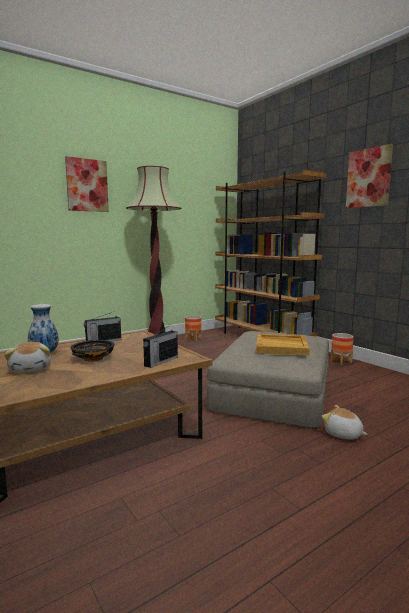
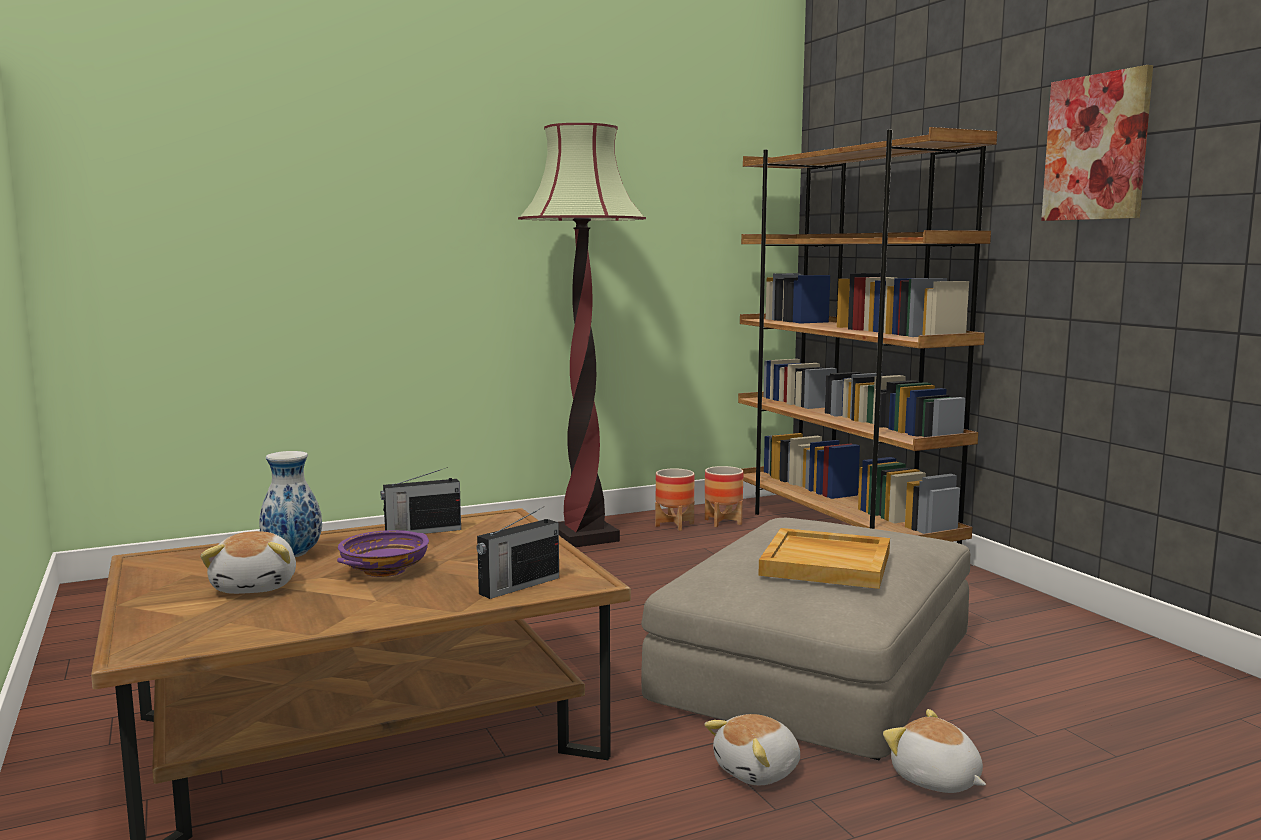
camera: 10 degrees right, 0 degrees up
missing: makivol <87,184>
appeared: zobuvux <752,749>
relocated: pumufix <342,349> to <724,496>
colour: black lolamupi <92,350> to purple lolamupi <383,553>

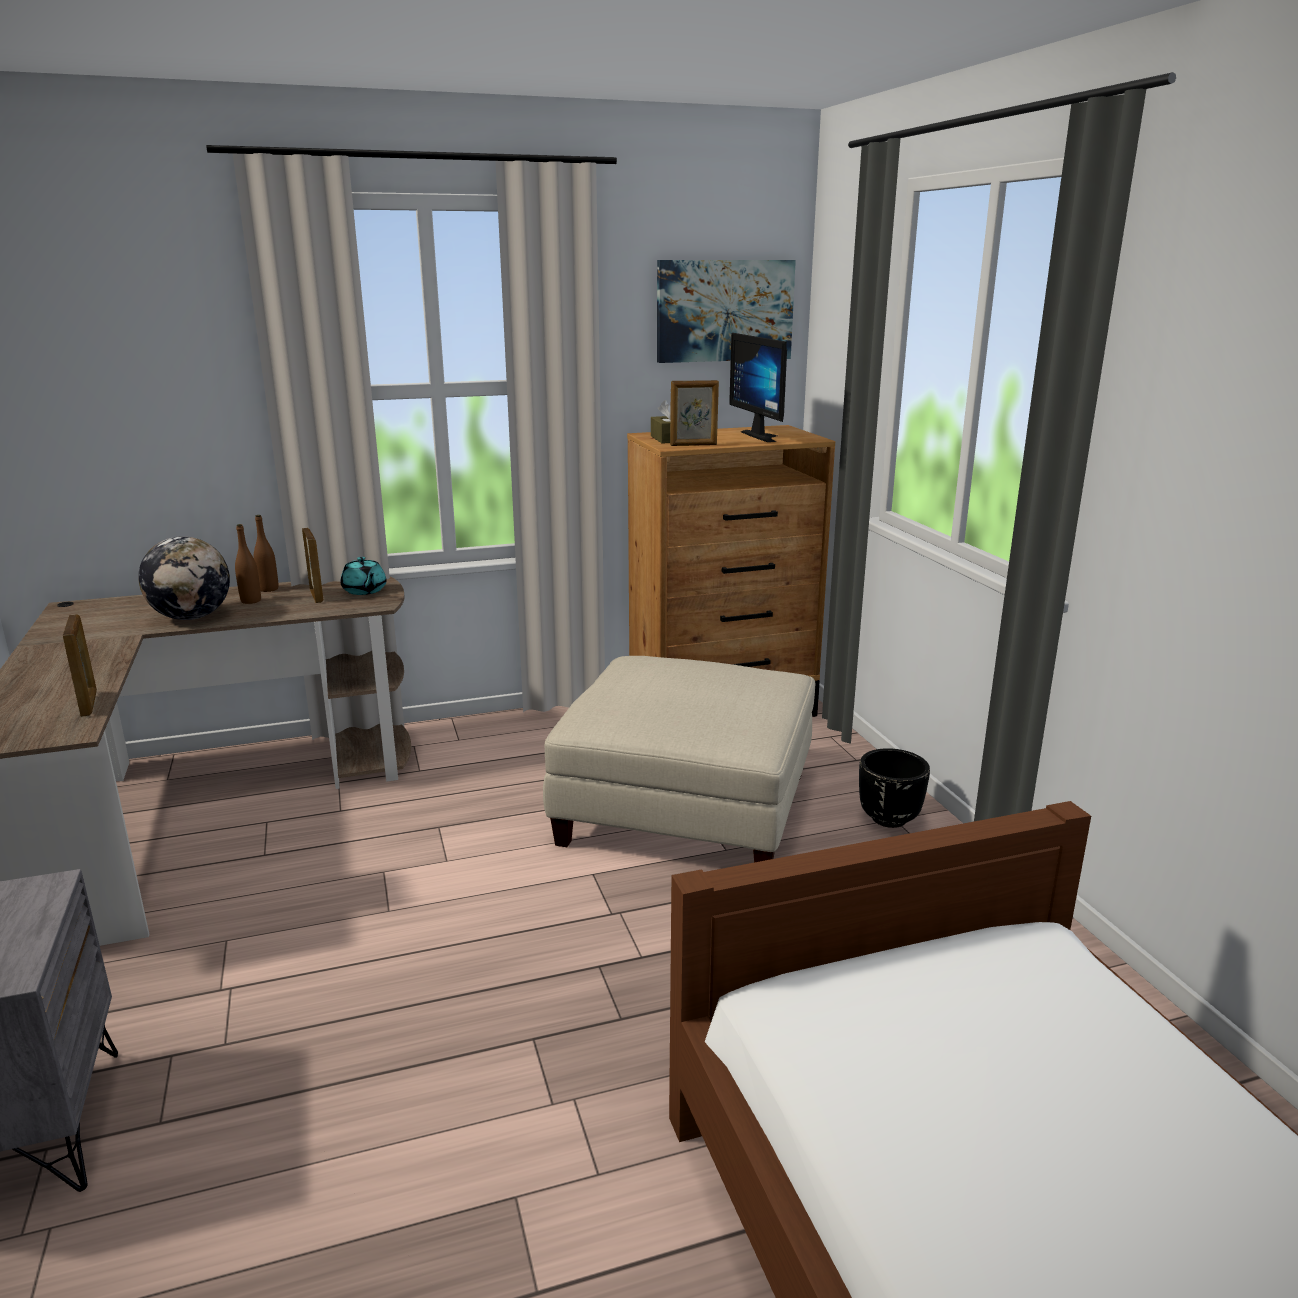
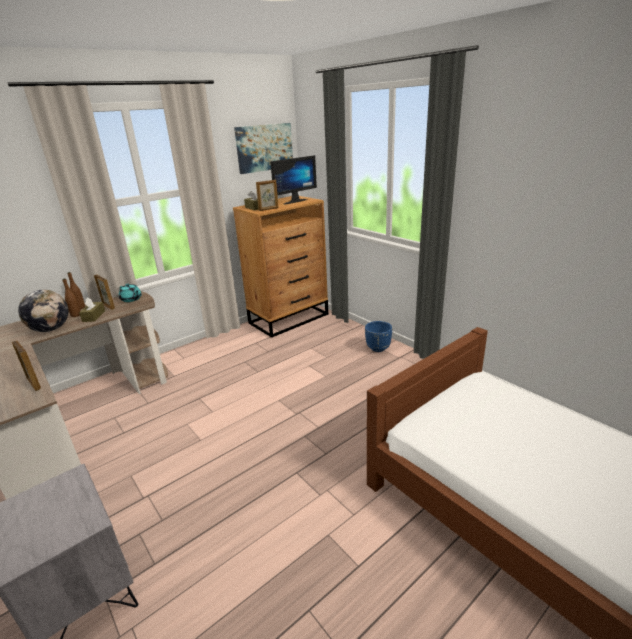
camera: 20 degrees left, 5 degrees up
missing: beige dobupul <679,759>
appeared: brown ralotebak <92,310>
colour: black pumufix <894,788> to blue pumufix <378,336>
spun: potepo <758,387> = <293,180> 90 degrees counterclockwise

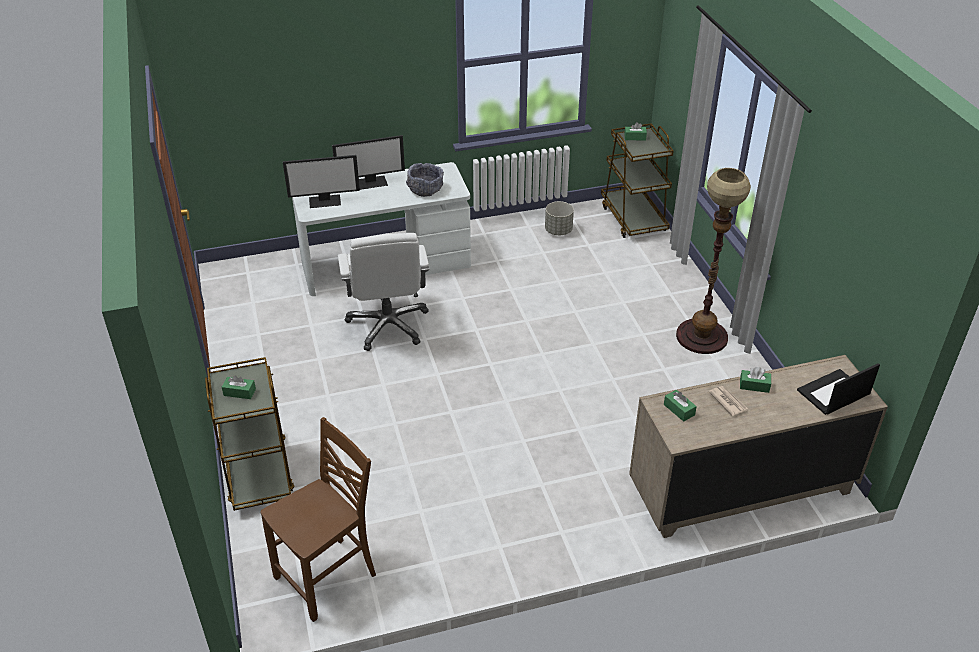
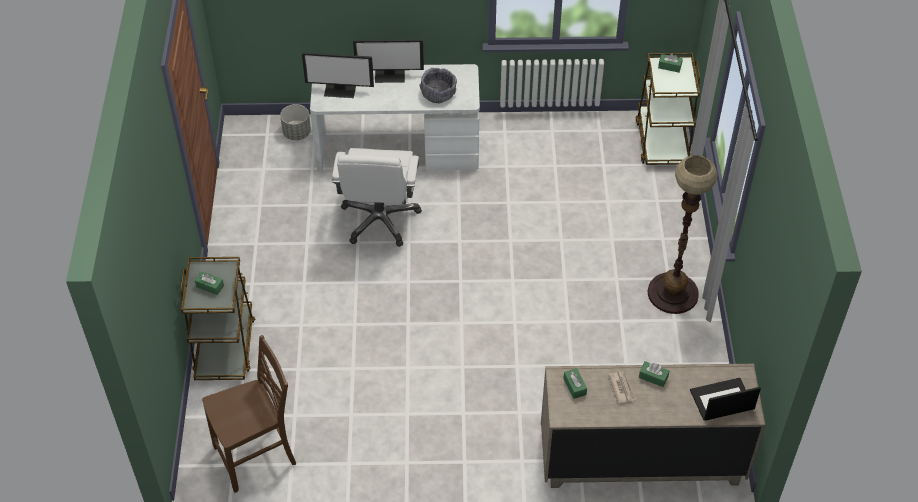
camera: 15 degrees right, 10 degrees up
relocated: grey pumufix <559,218> to <295,122>

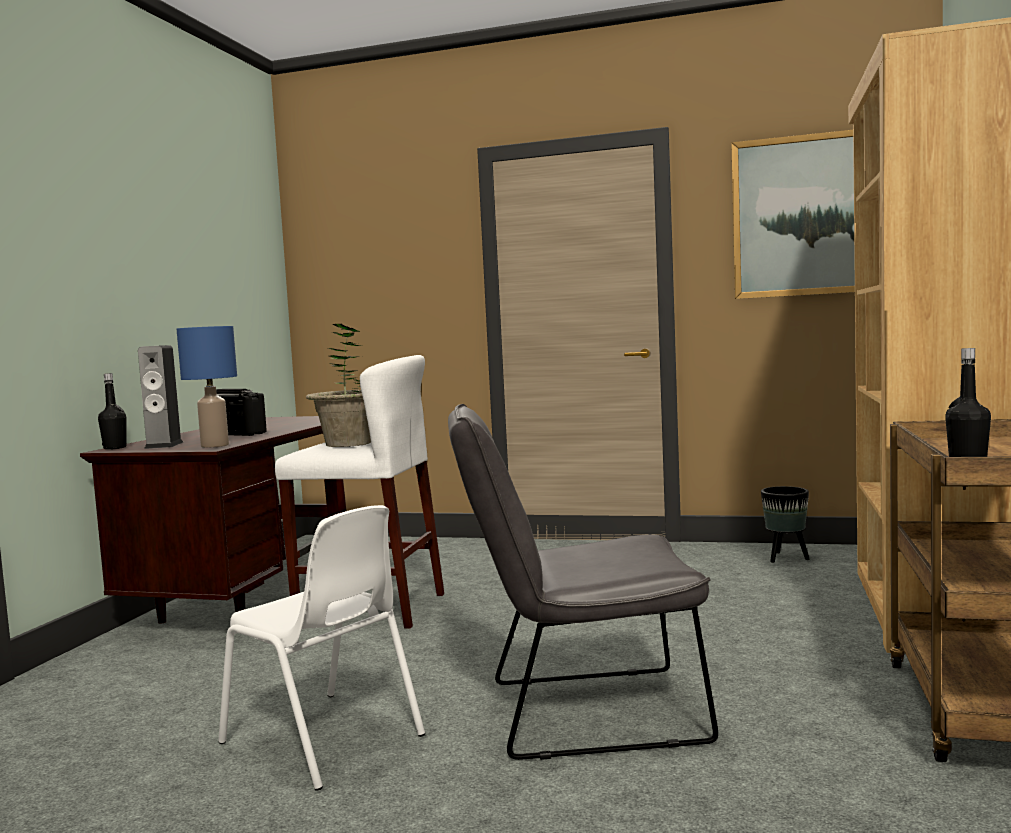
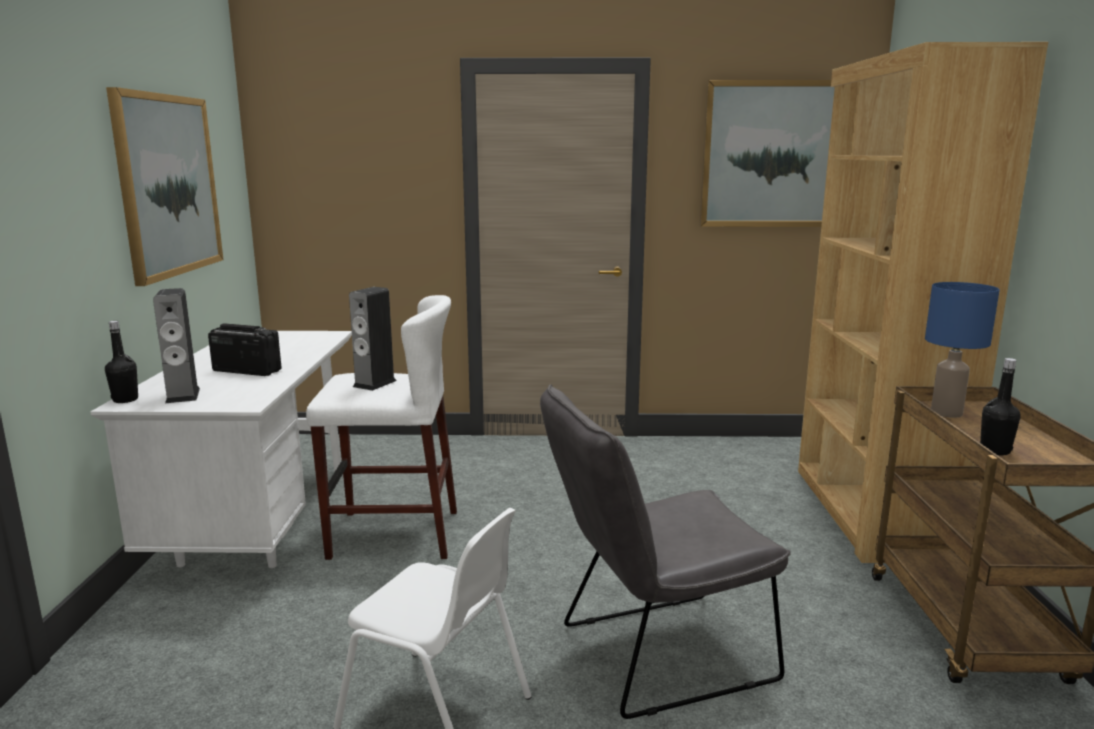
camera: 15 degrees left, 10 degrees up
missing: black pumufix <785,524>
appeared: makivol <164,186>
relocated: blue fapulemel <207,387> to <962,350>
exchanged: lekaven <338,385> to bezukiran <373,339>
colour: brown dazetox <213,520> to white dazetox <221,449>

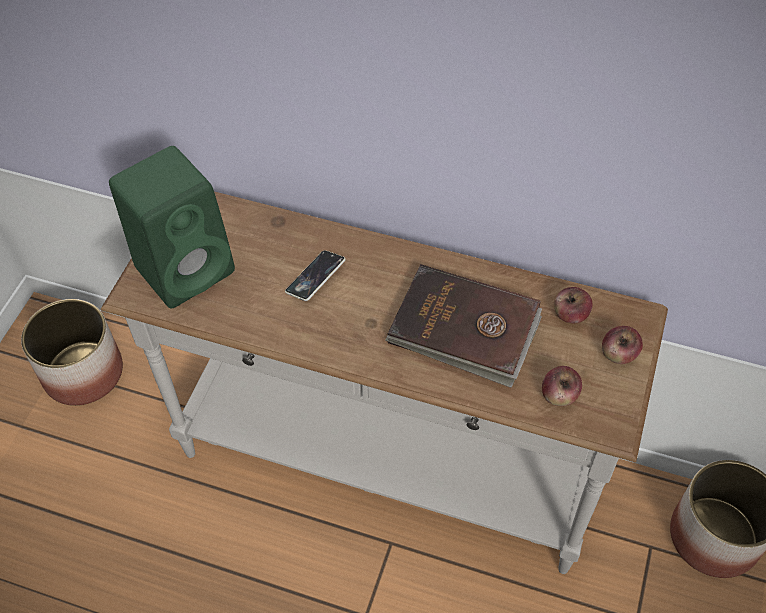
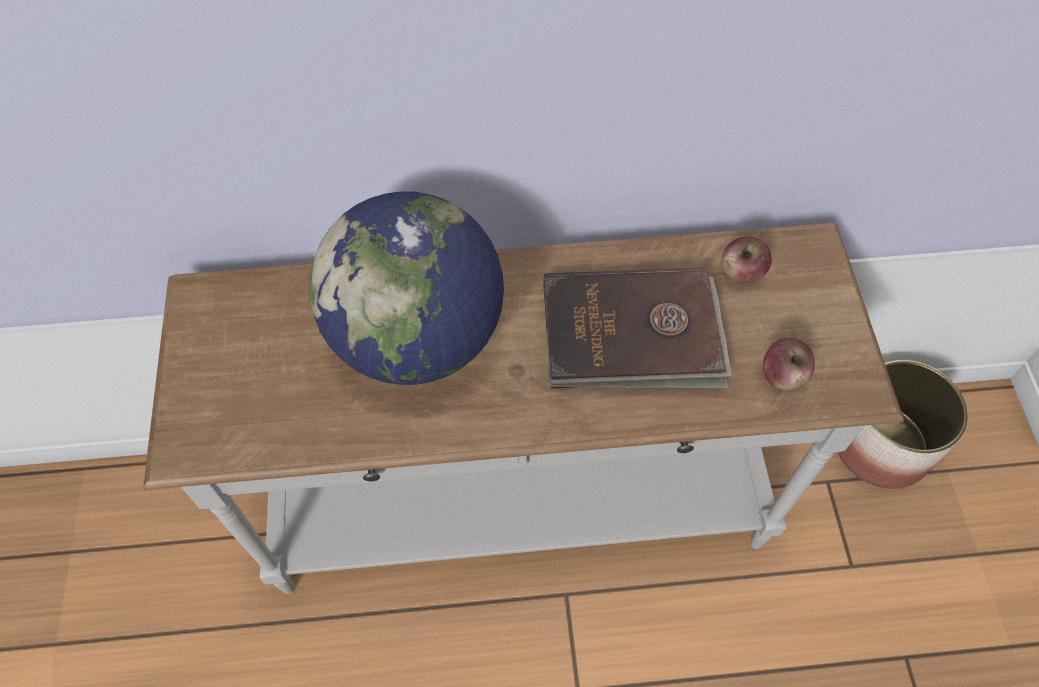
camera: 25 degrees left, 5 degrees up
missing: green bezukiran <172,227>; pumufix <72,352>; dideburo <622,345>
exchanged: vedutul <315,275> to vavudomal <407,288>

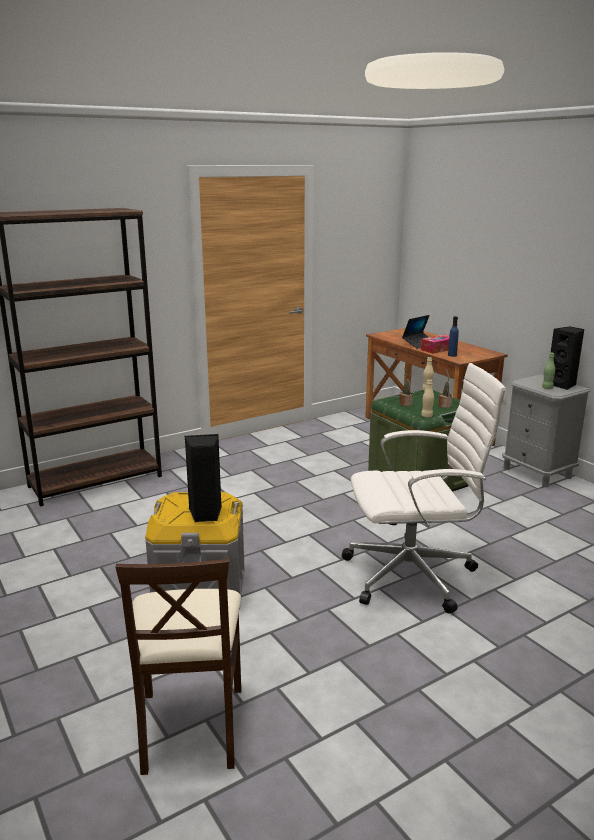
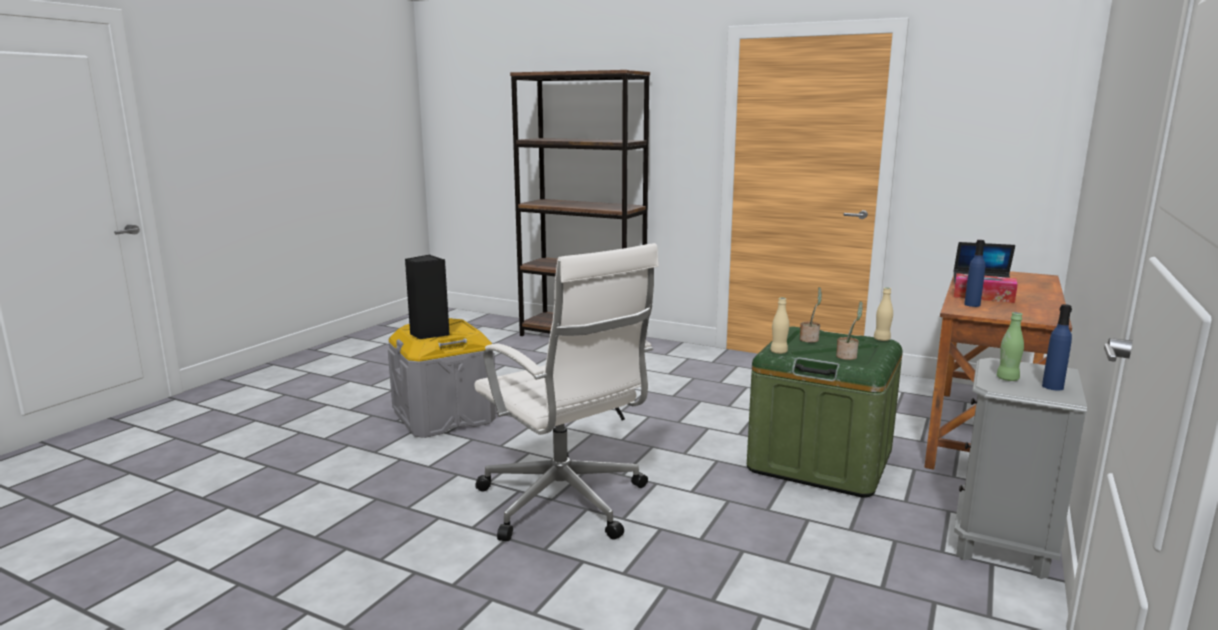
camera: 60 degrees right, 5 degrees down
missing: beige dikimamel <178,667>
exchanged: black bezukiran <567,358> to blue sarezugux <1057,347>

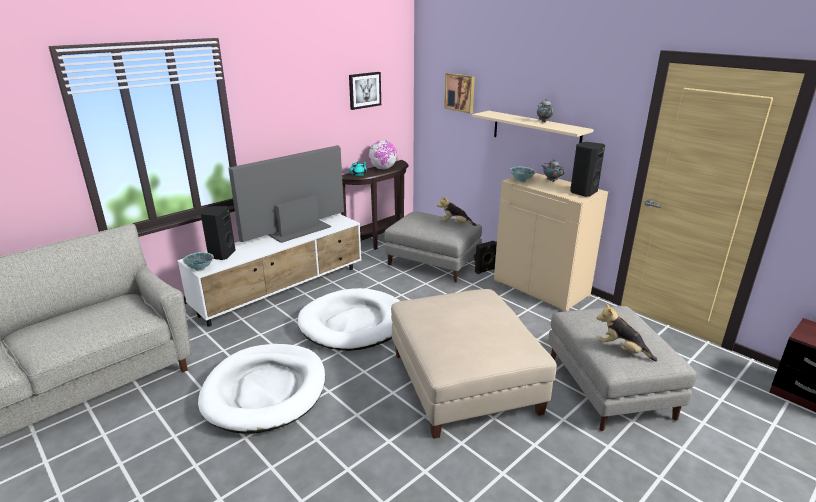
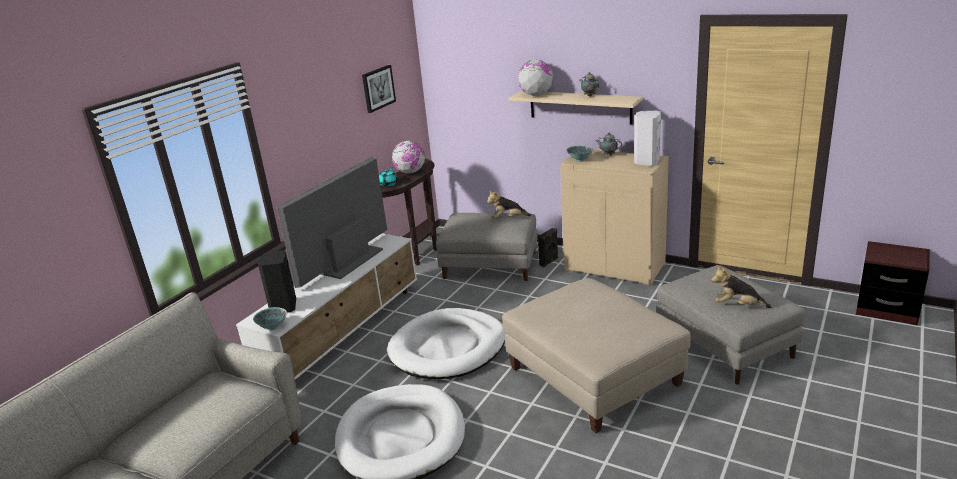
camera: 15 degrees left, 0 degrees up
missing: makivol <459,93>
appeared: vavudomal <535,78>
colour: black bezukiran <587,169> to white bezukiran <647,138>

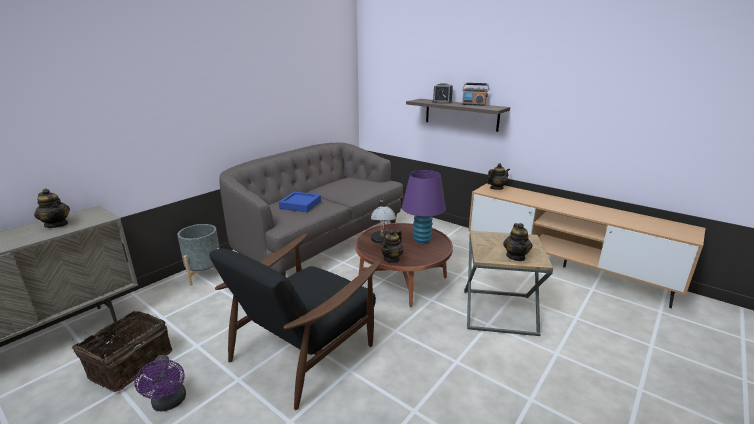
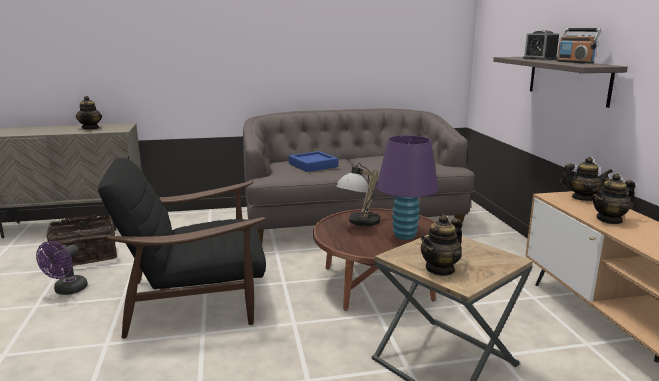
camera: 40 degrees right, 5 degrees down
missing: grey pumufix <198,255>
relocated: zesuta <391,246> to <614,198>

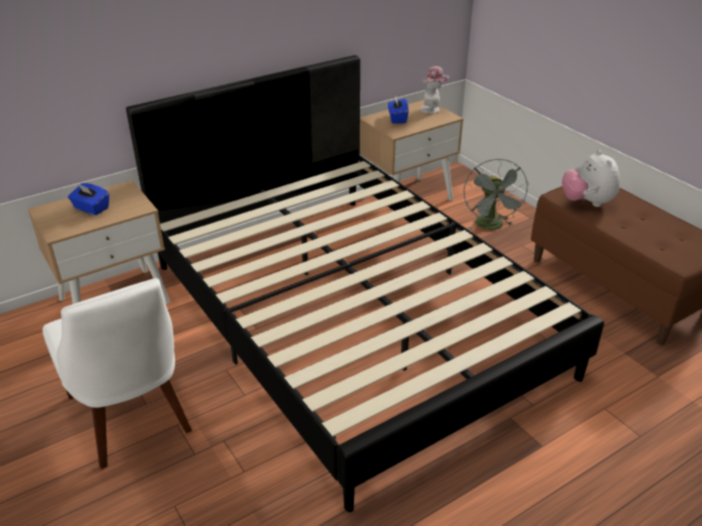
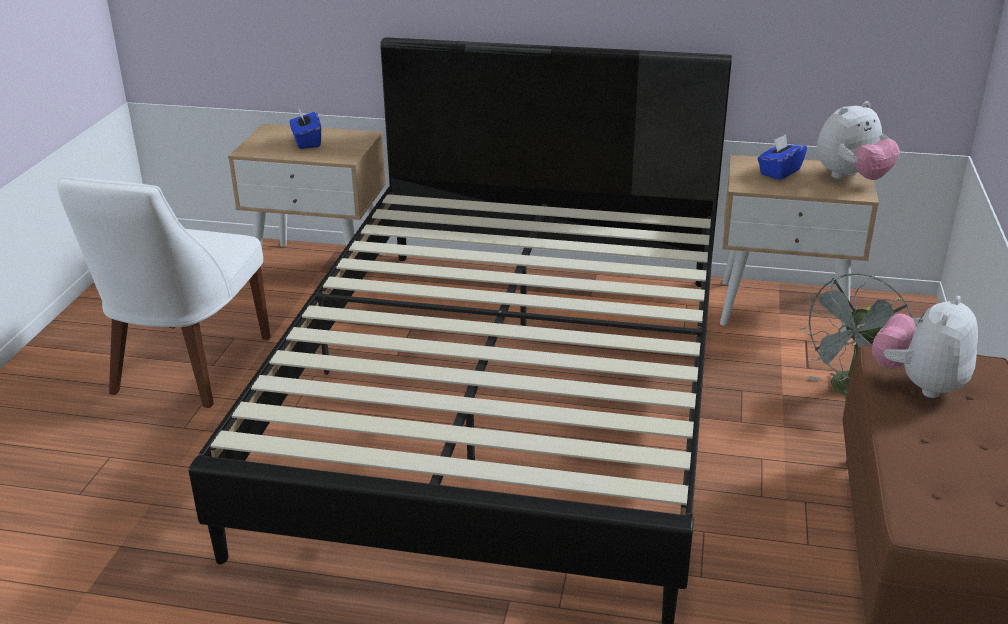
camera: 45 degrees right, 5 degrees down
exchanged: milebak <434,90> to zobuvux <858,140>

